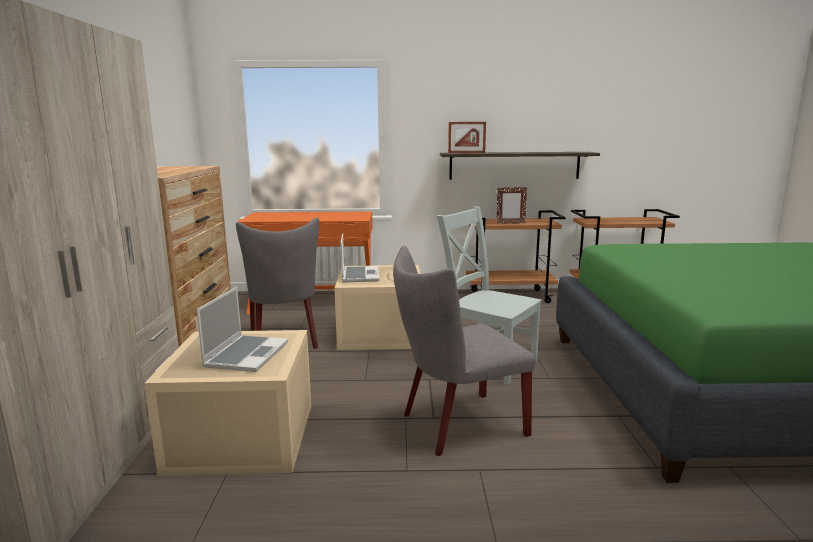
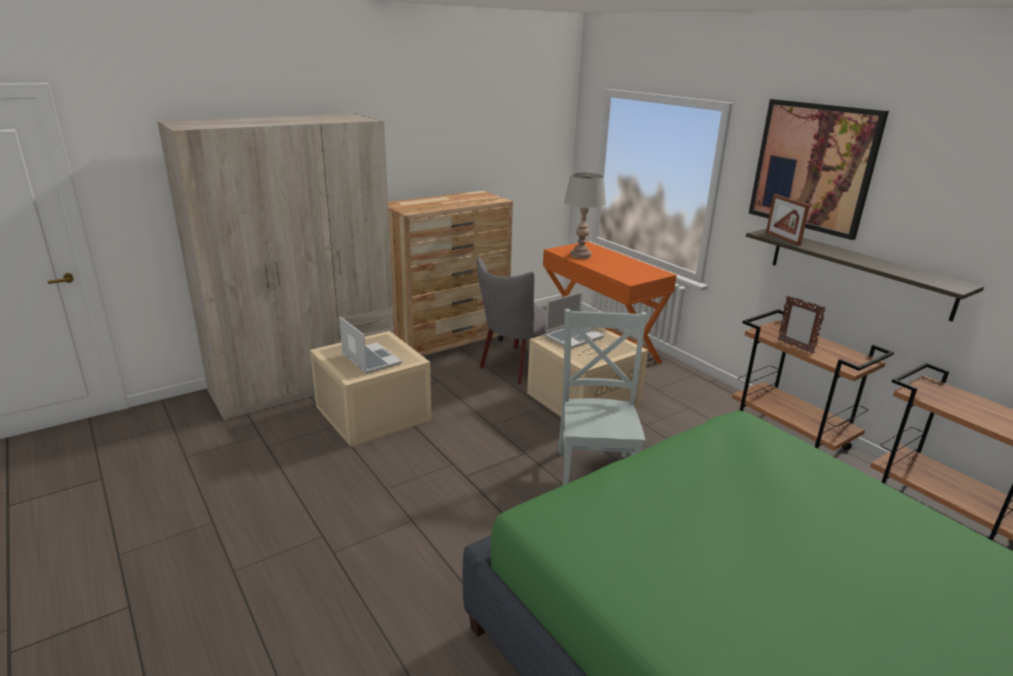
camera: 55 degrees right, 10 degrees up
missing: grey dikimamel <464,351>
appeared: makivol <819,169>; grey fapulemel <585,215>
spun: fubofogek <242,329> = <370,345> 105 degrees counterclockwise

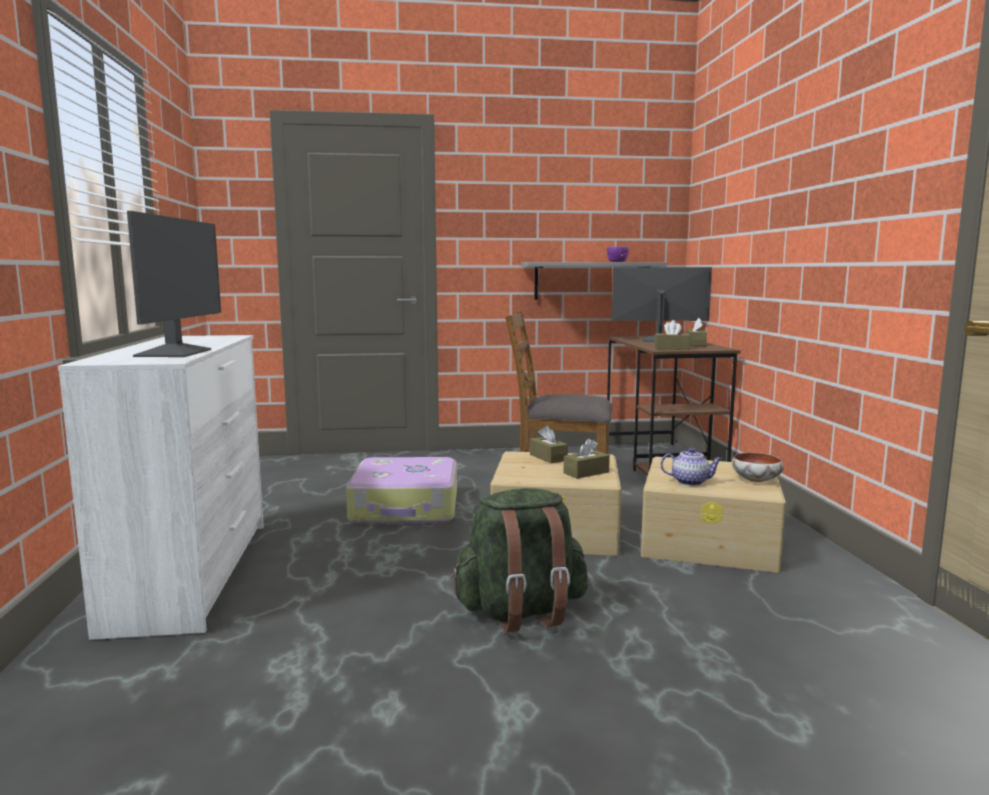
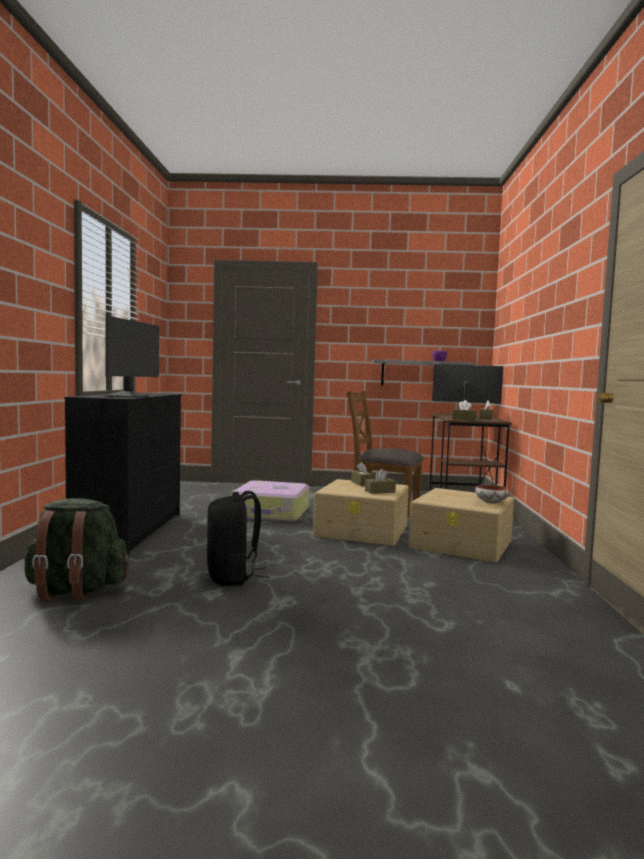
camera: 10 degrees right, 5 degrees down
missing: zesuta <691,467>
appeared: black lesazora <238,538>
relocated: green lesazora <519,560> to <76,549>
colour: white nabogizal <161,487> to black nabogizal <123,474>

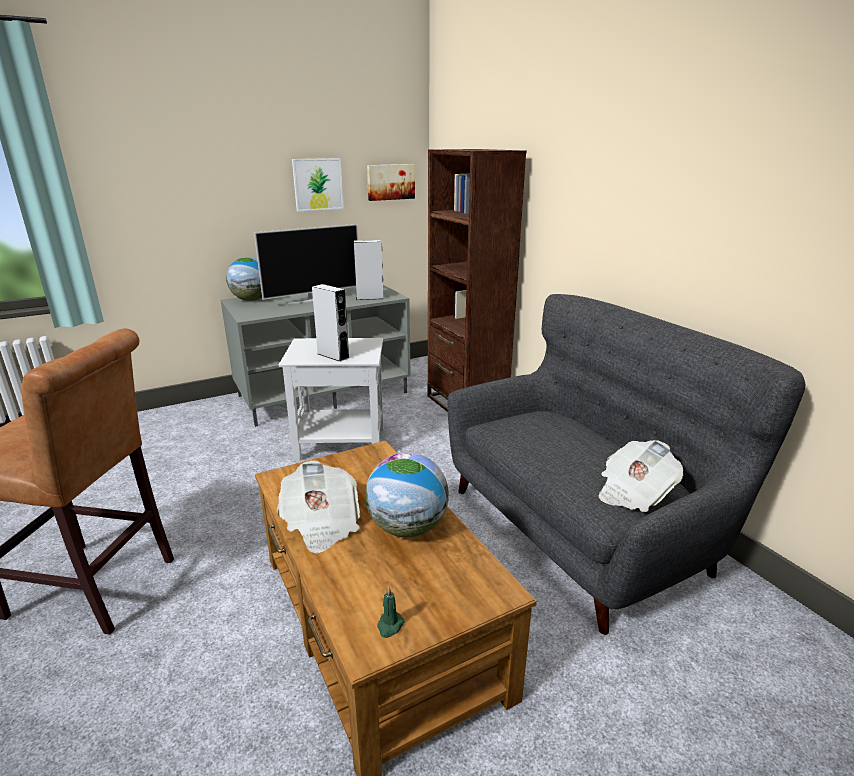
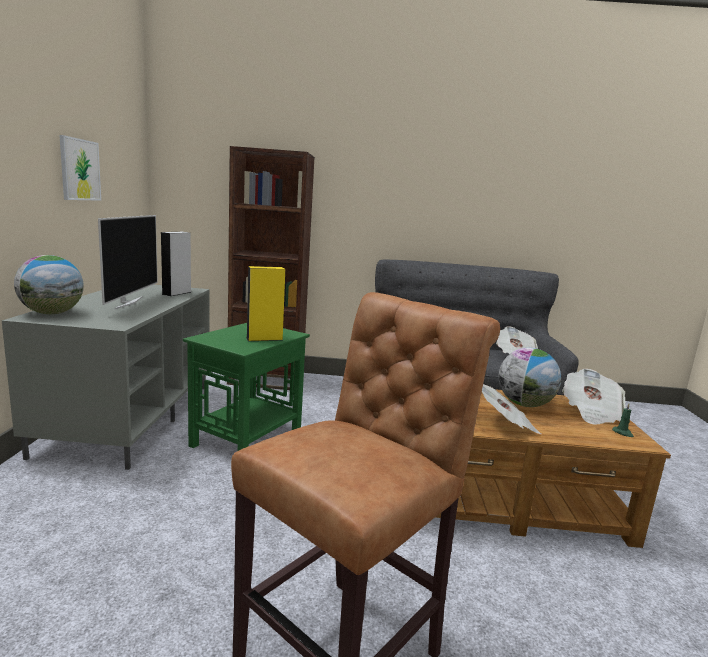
camera: 60 degrees left, 10 degrees down
missing: makivol <391,182>
appeared: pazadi <594,396>
colour: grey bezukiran <330,323> to yellow bezukiran <265,303>; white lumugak <330,400> to green lumugak <246,387>

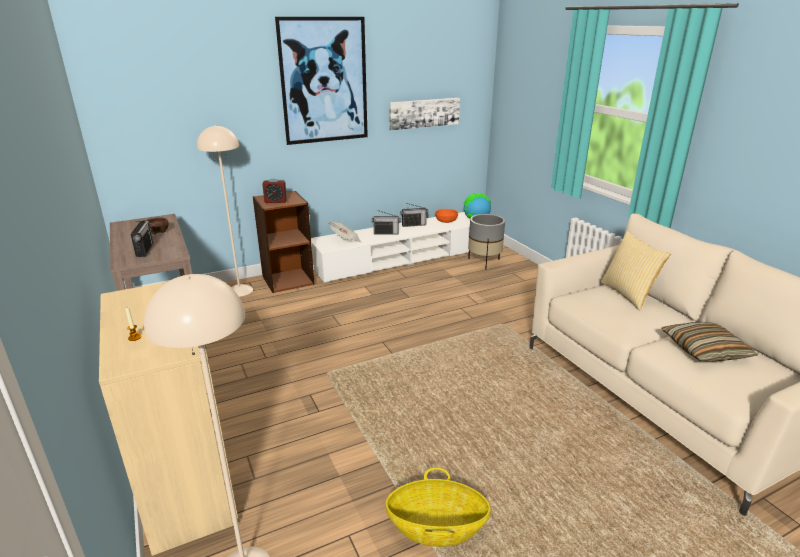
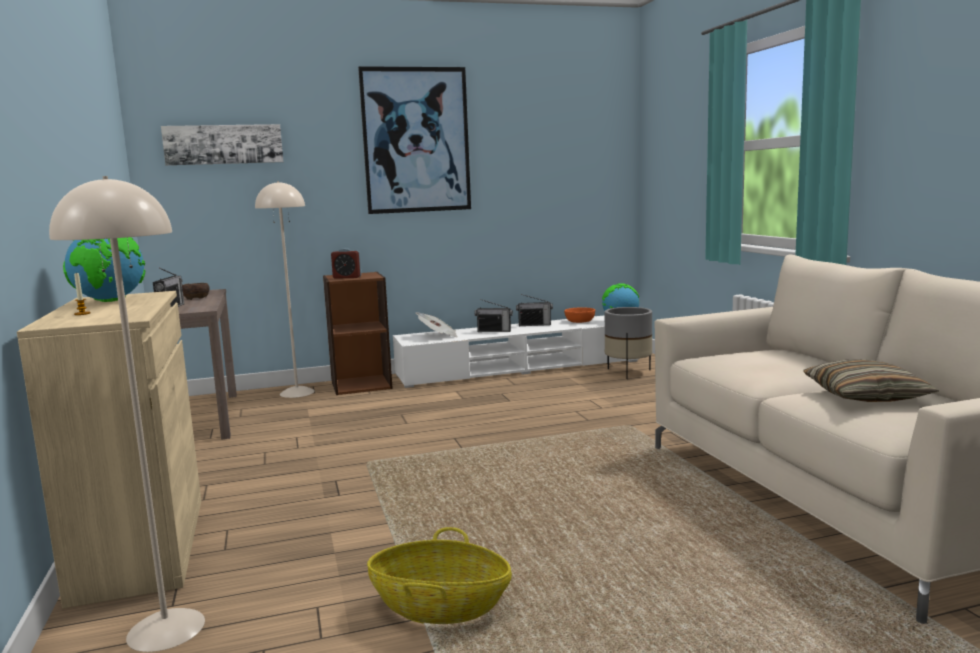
camera: 10 degrees right, 15 degrees down
missing: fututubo <636,270>
appeared: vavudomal <104,269>
relocated: makivol <424,114> to <222,144>

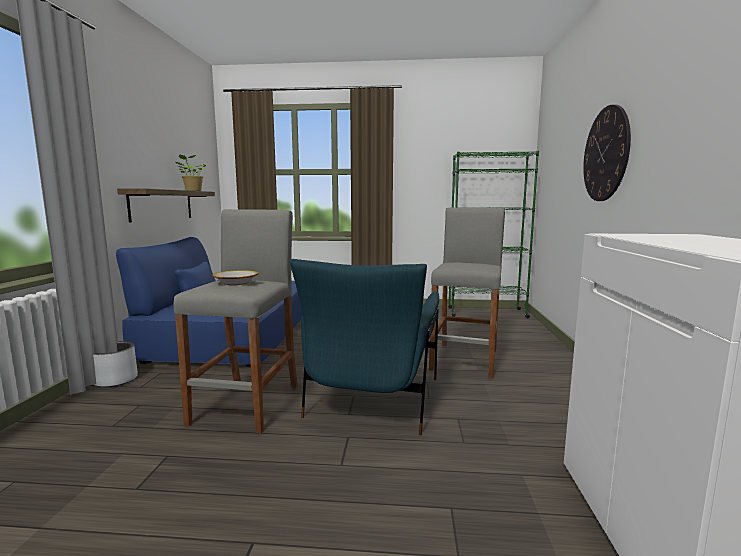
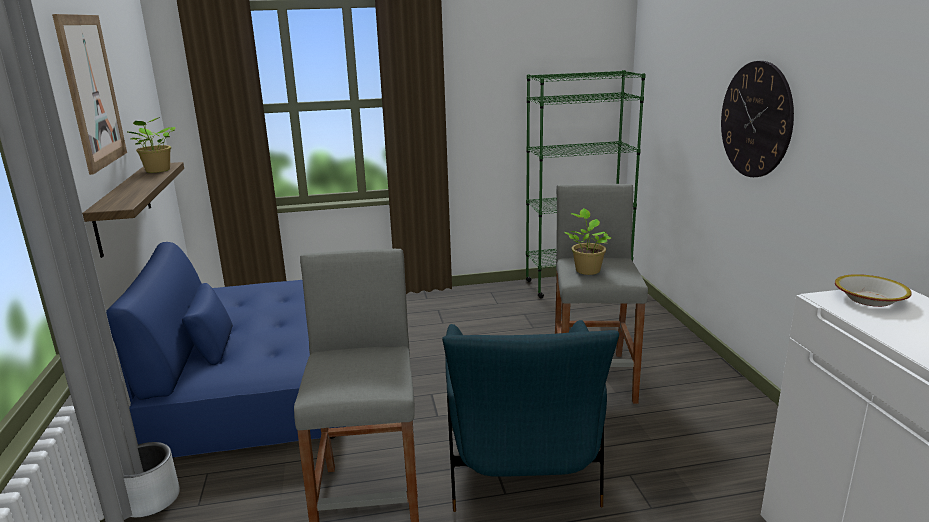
camera: 15 degrees left, 10 degrees up
appeared: makivol <89,94>; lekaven <587,241>
relocated: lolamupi <236,277> to <873,290>

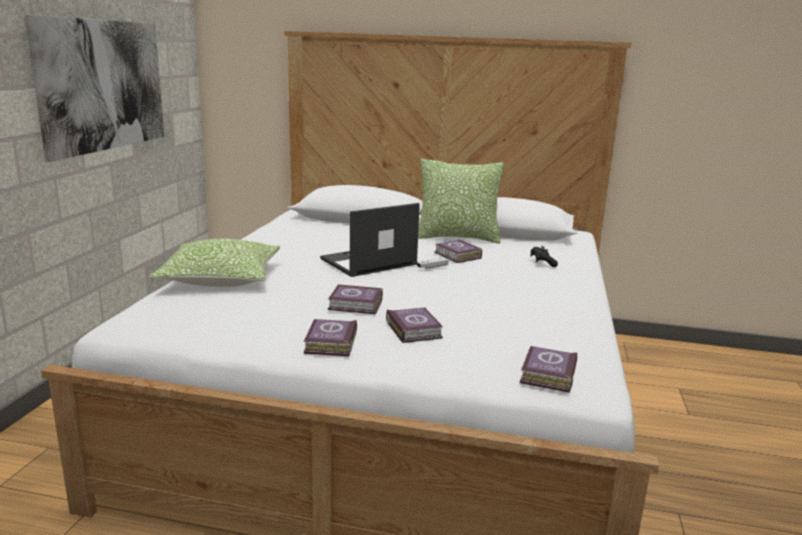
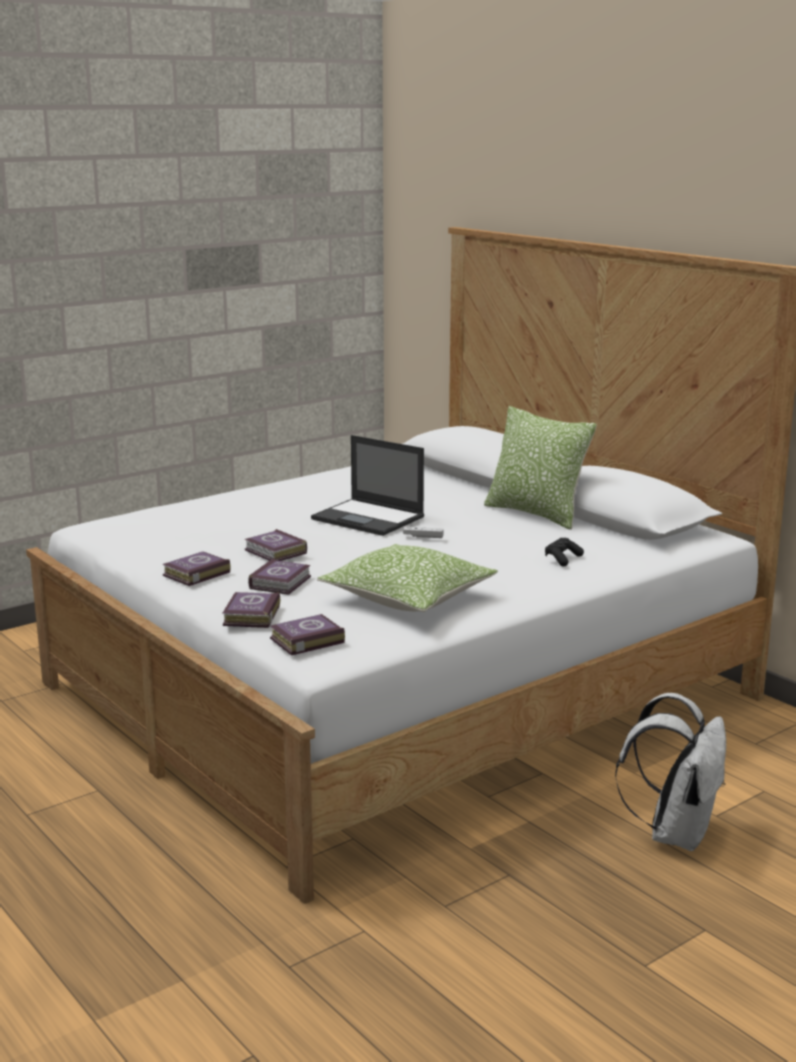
camera: 40 degrees right, 0 degrees up
missing: makivol <94,88>
appeared: white lesazora <670,772>
relocated: fututubo <214,262> to <407,578>; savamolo <458,251> to <251,610>
spun: fubofogek <370,240> = <367,485> 150 degrees counterclockwise

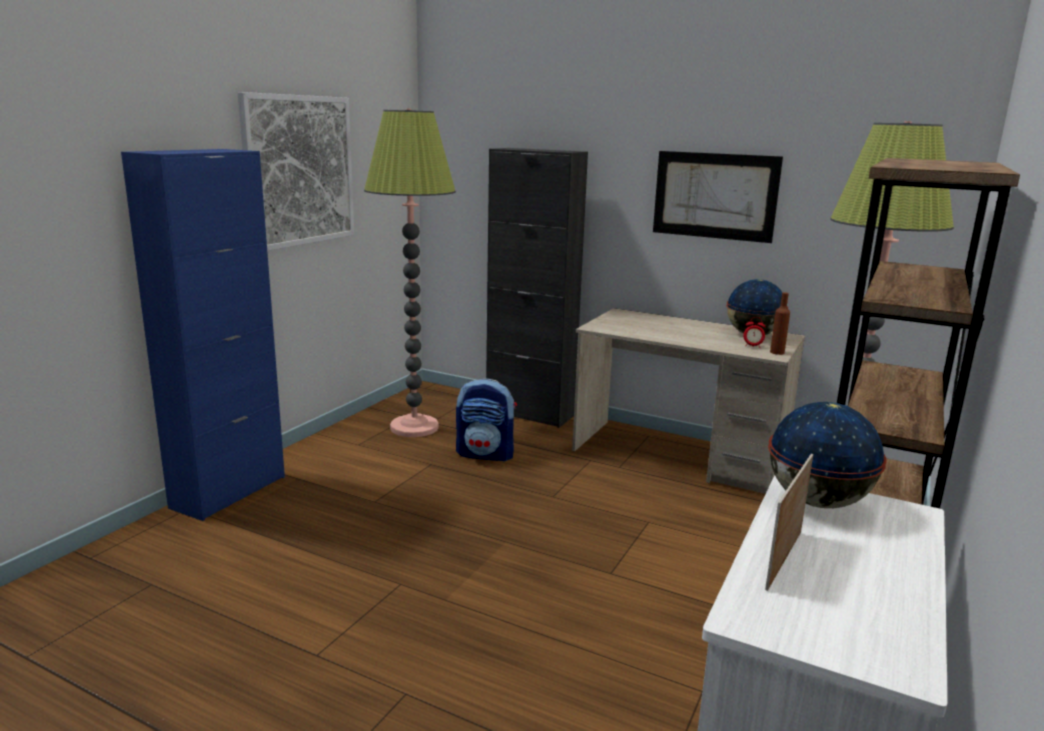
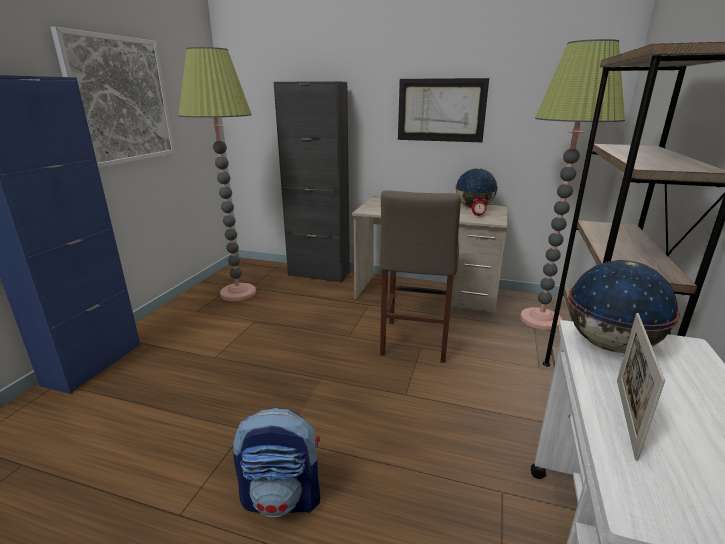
camera: 10 degrees left, 5 degrees up
missing: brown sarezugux <780,323>
appeared: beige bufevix <420,276>
relocated: lesazora <486,420> to <276,462>

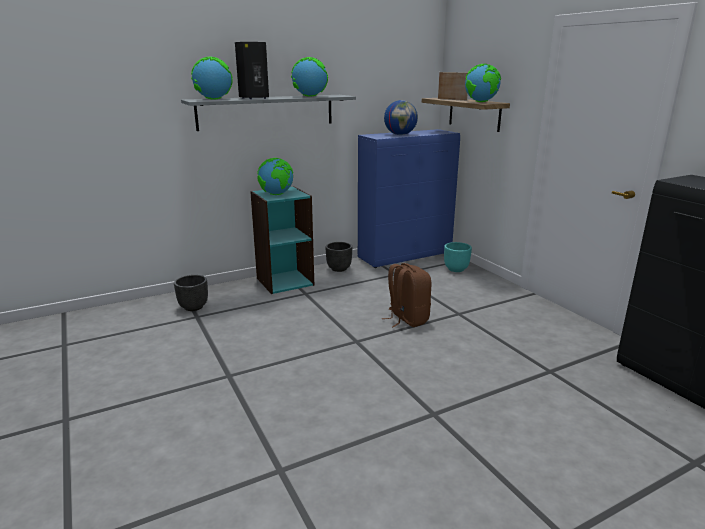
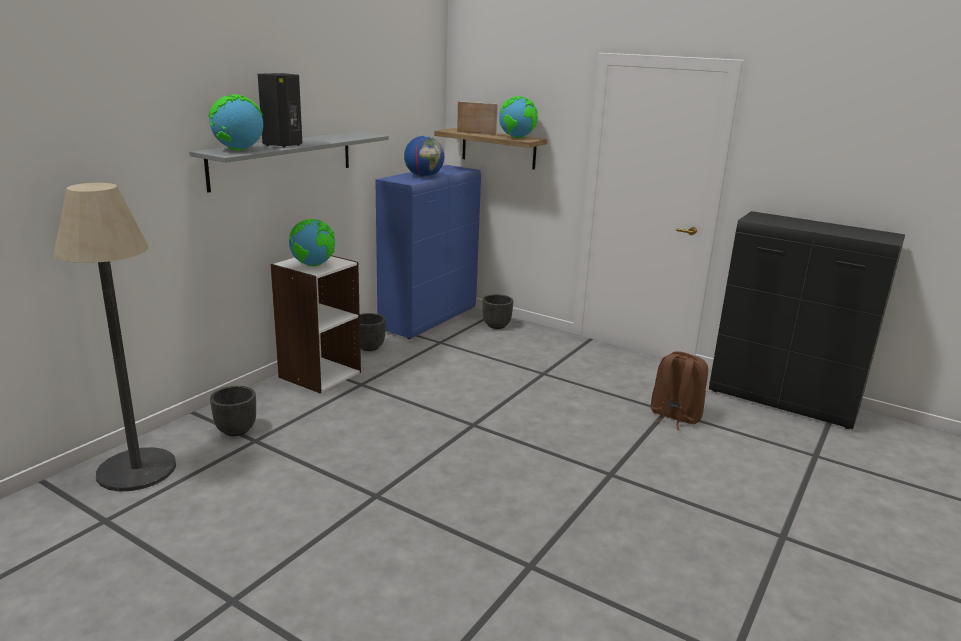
camera: 30 degrees left, 0 degrees up
missing: vavudomal <309,77>
appeared: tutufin <114,337>
relocated: brown lesazora <406,295> to <679,390>
colour: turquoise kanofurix <282,240> to white kanofurix <315,324>; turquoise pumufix <458,257> to black pumufix <497,311>

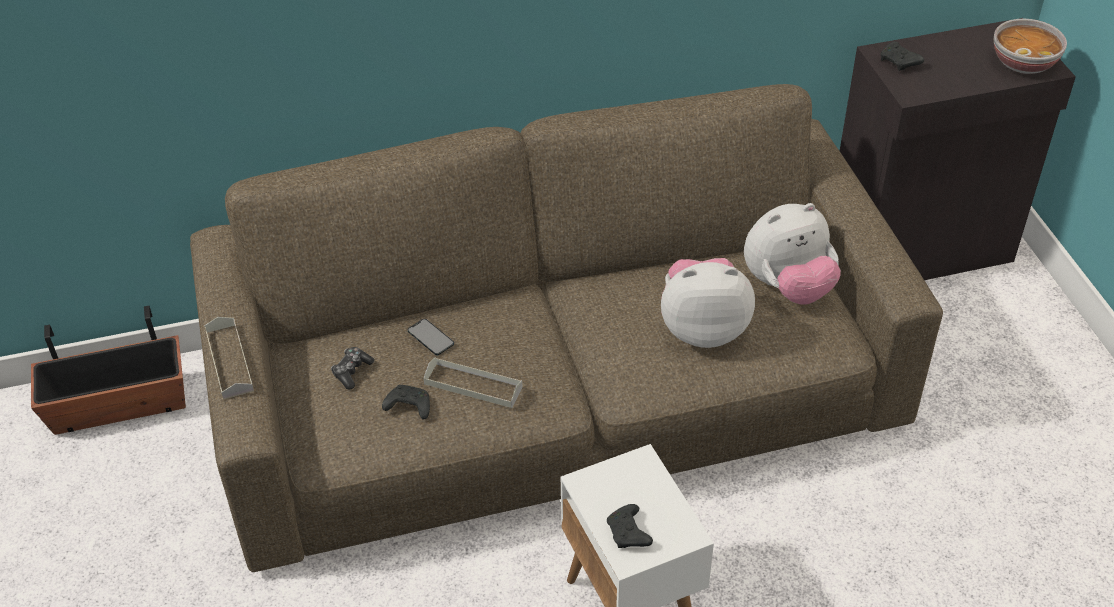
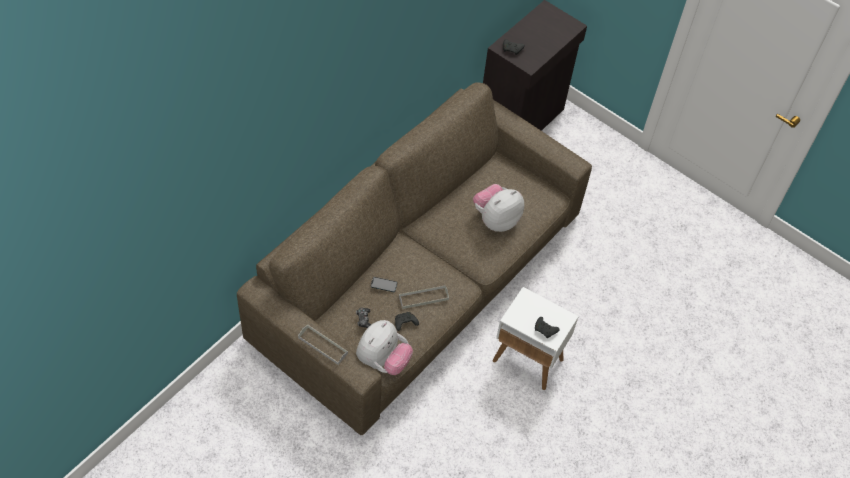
camera: 40 degrees left, 10 degrees up
missing: lolamupi <1030,46>; pumufix <108,370>
relocated: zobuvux <792,254> to <384,347>

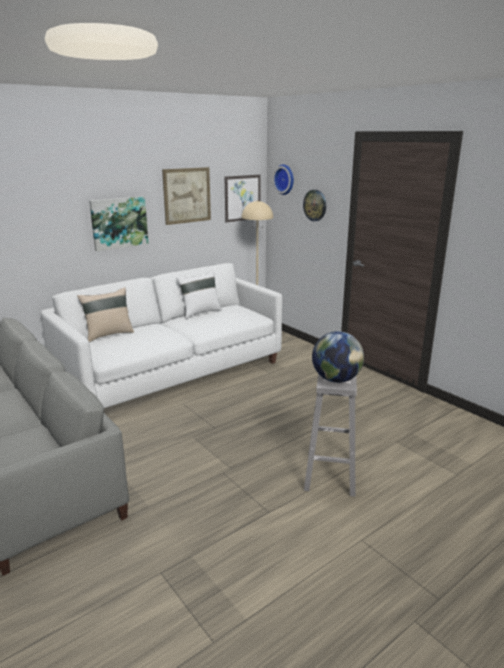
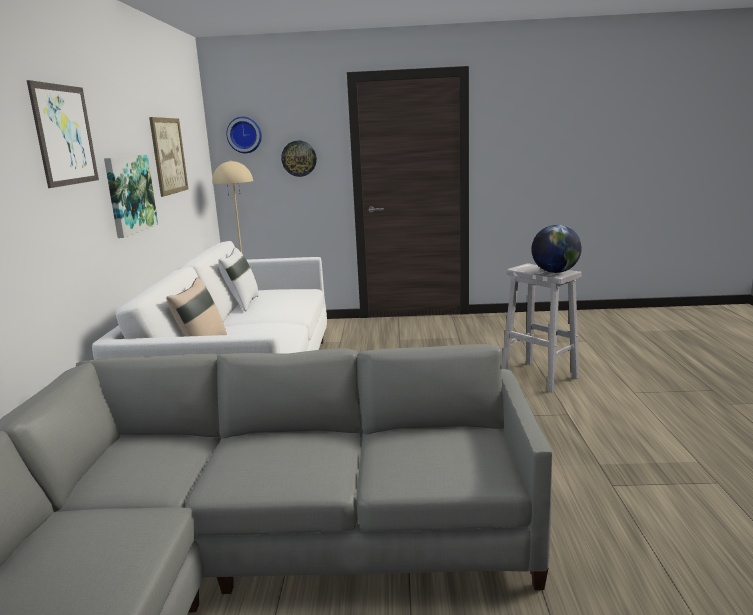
camera: 50 degrees left, 5 degrees down
relocated: makivol <242,198> to <63,134>

